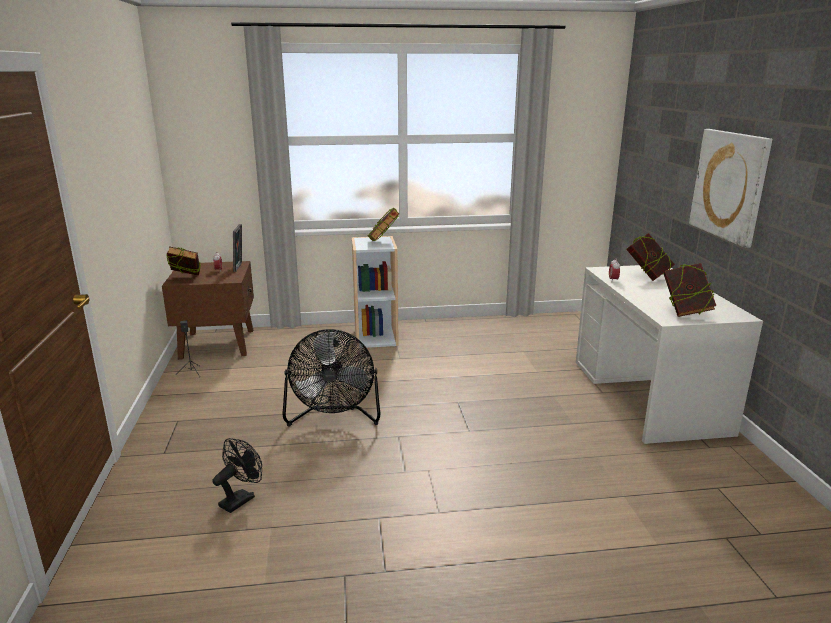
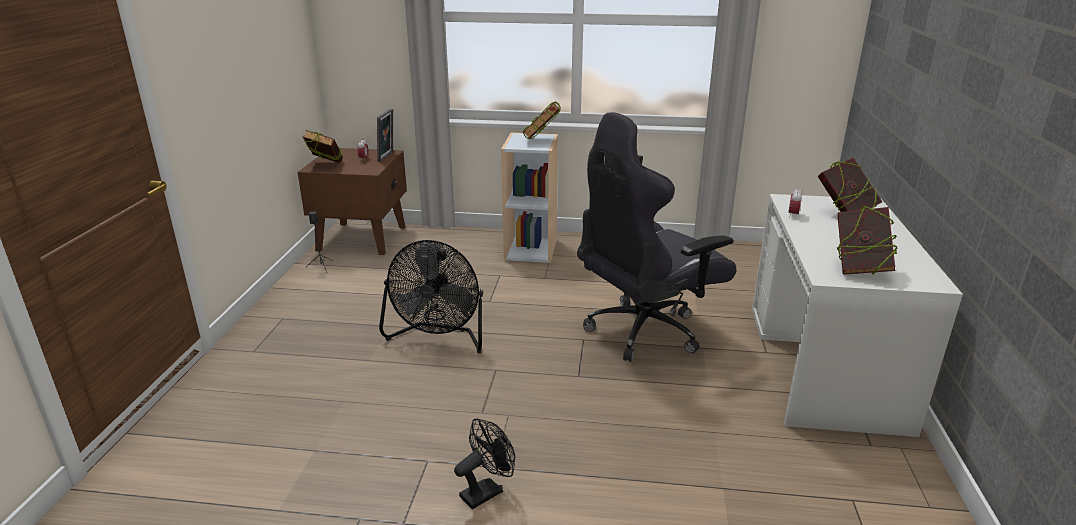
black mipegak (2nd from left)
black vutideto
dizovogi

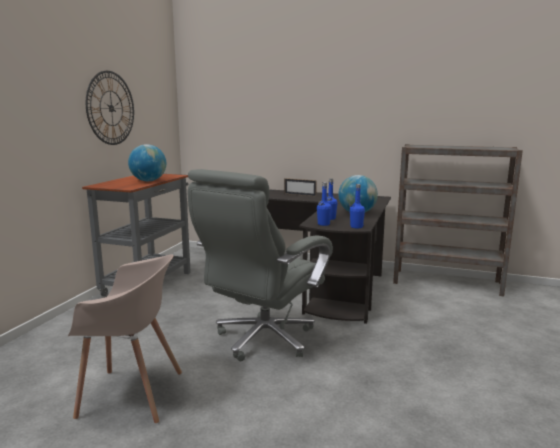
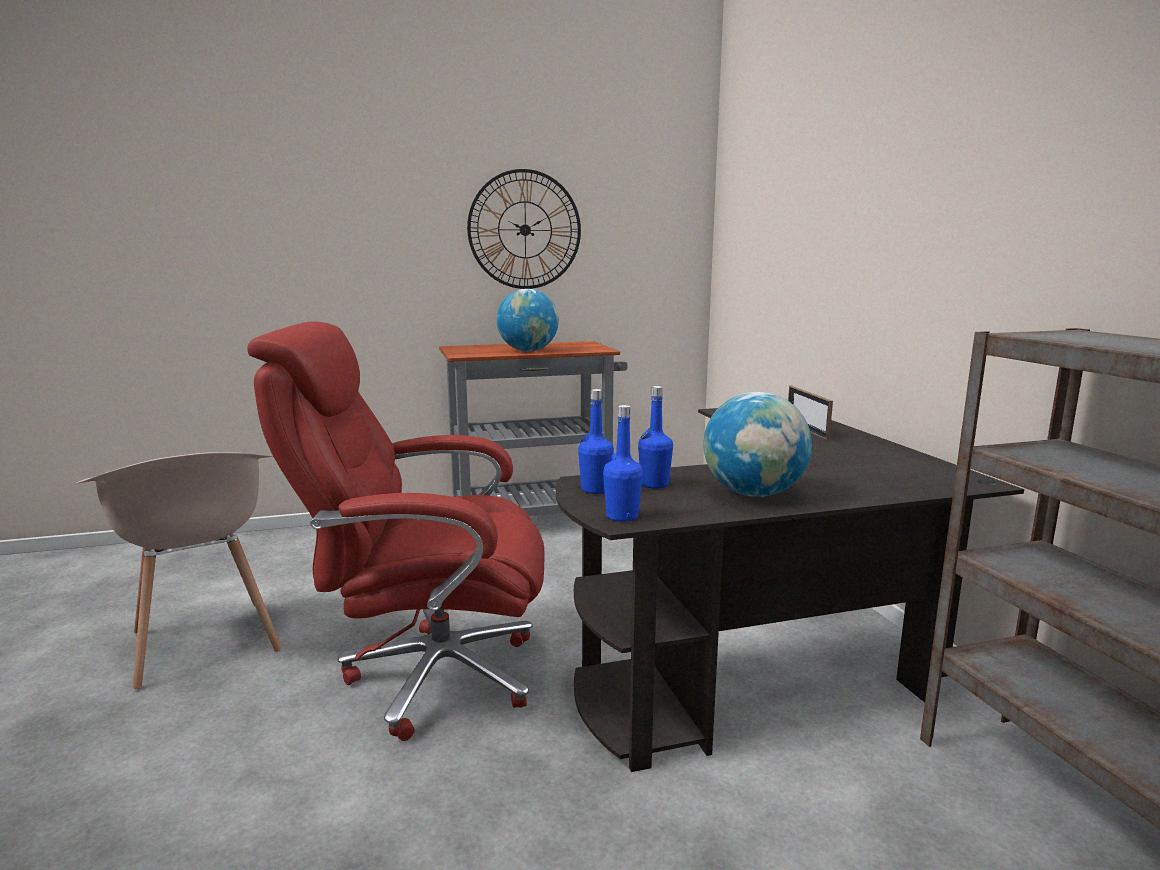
red vutideto

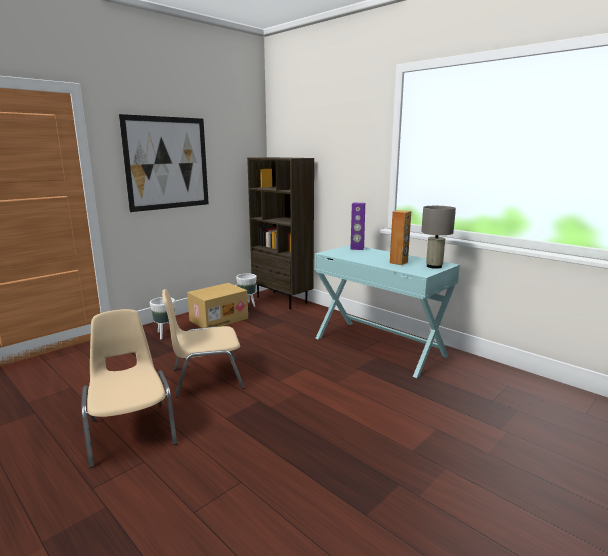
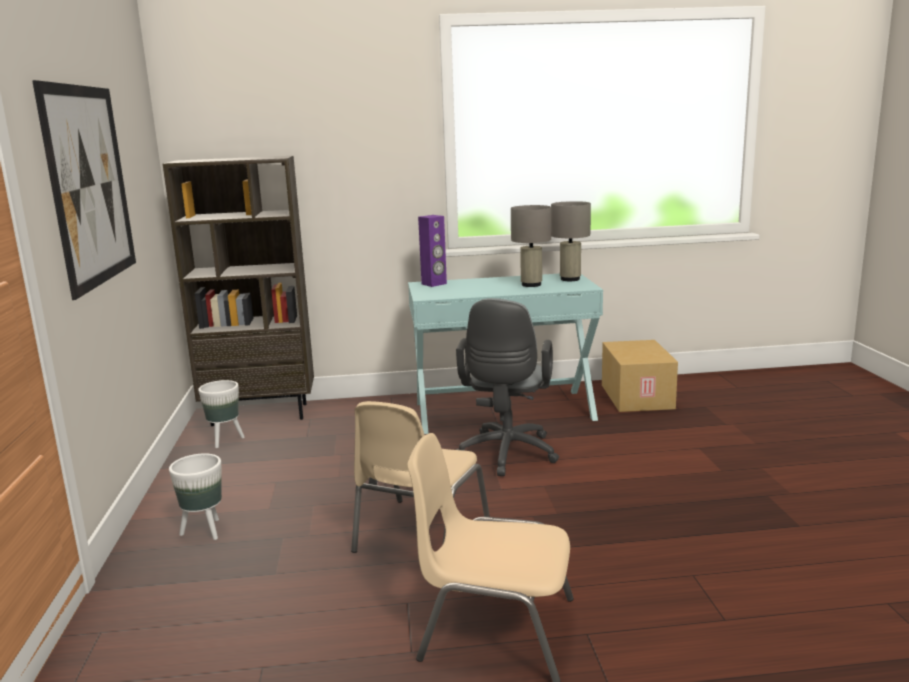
grey vutideto
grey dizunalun (1st from left)
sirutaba

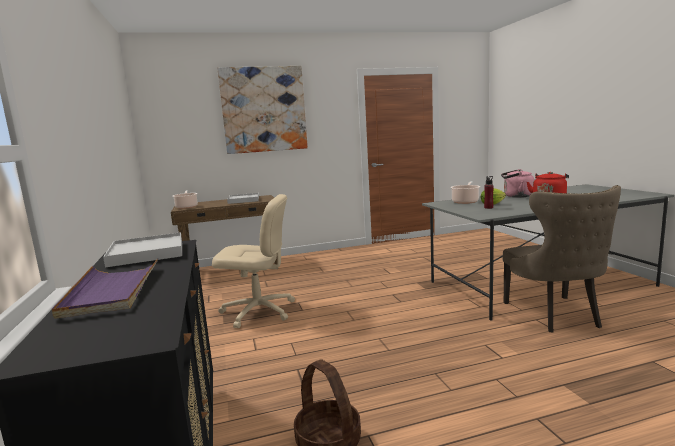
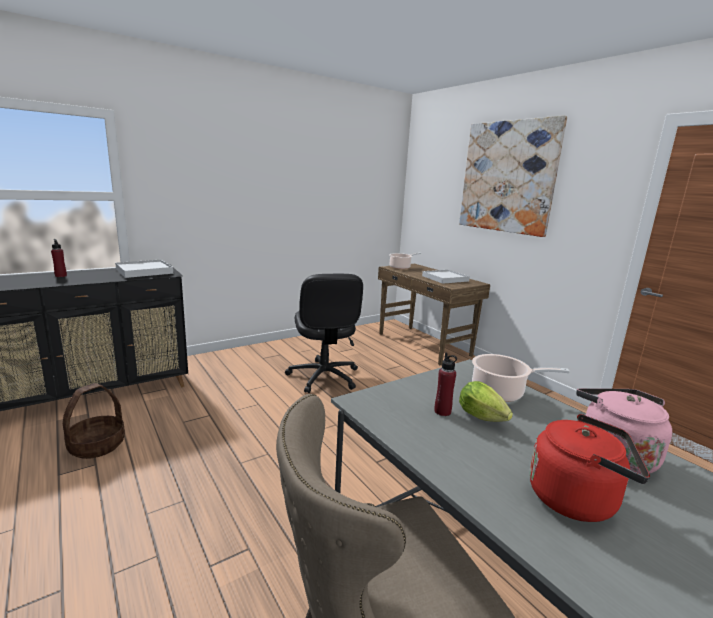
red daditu (1st from left)
black vutideto

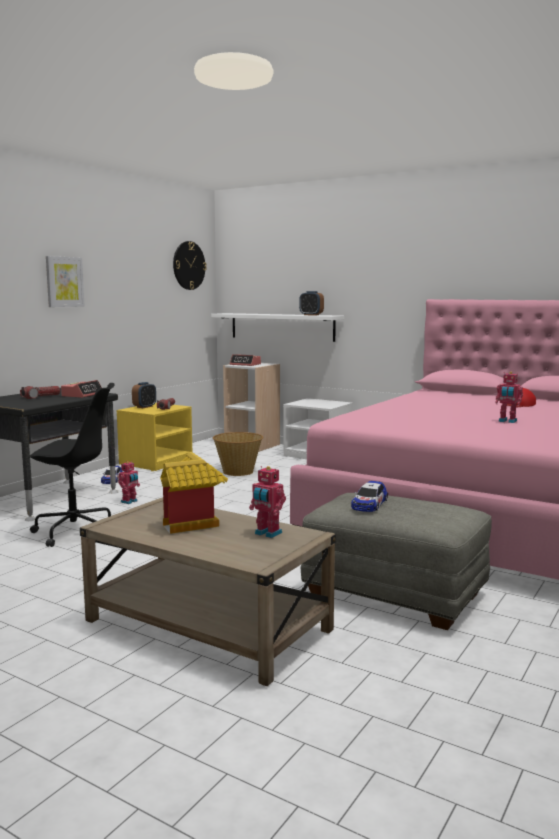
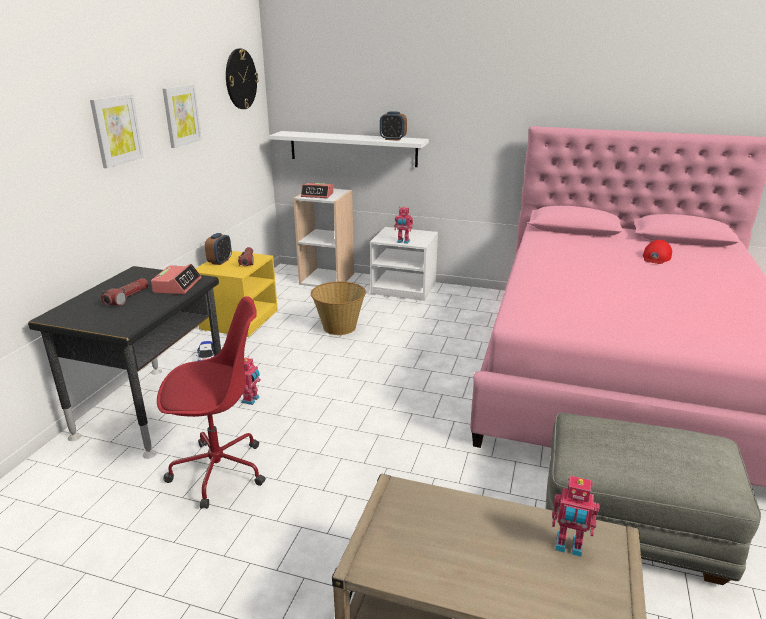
red vutideto
dizovogi (2nd from left)
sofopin (2nd from left)
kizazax
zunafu (2nd from left in the first image)

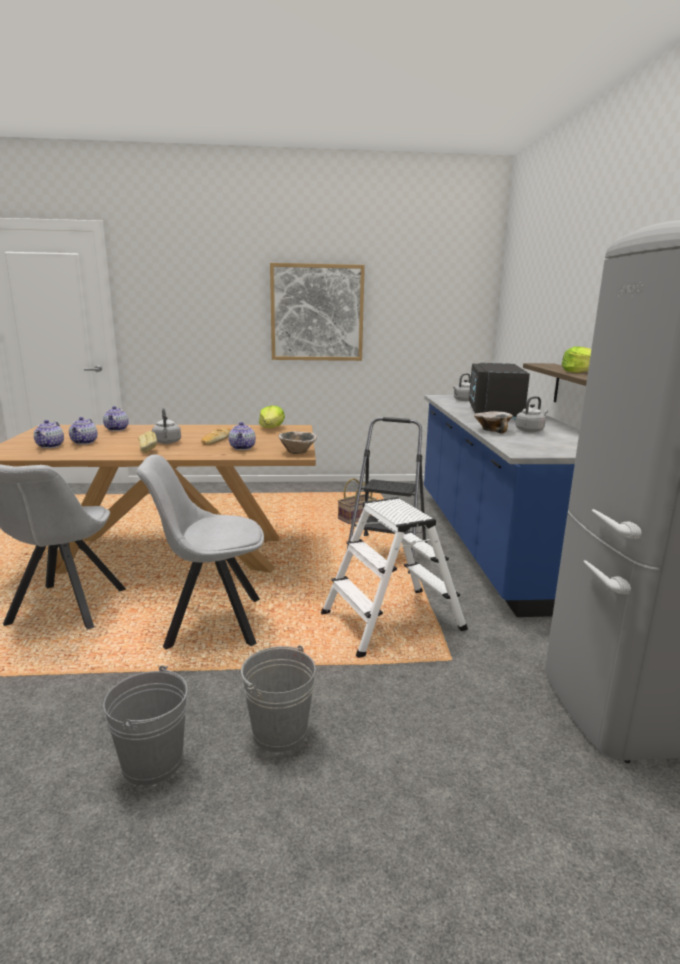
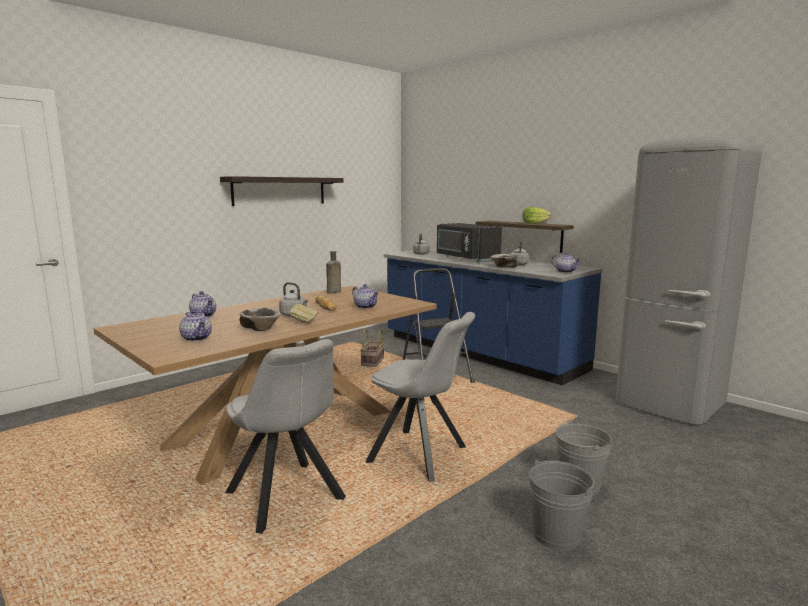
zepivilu (1st from left)
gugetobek (1st from left)
brown daditu
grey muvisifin (2nd from left)
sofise (4th from left)
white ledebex

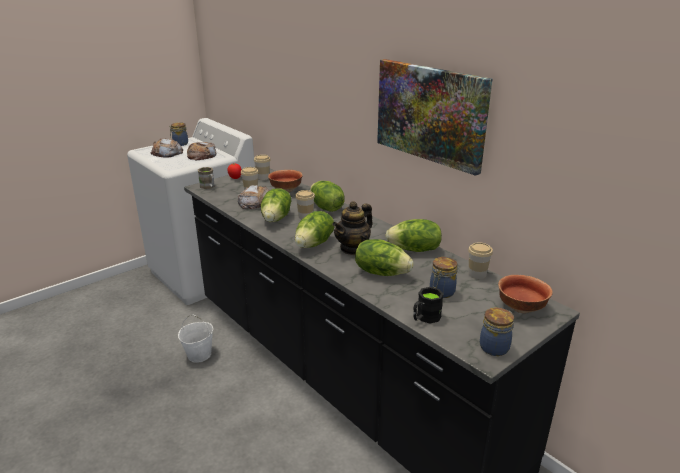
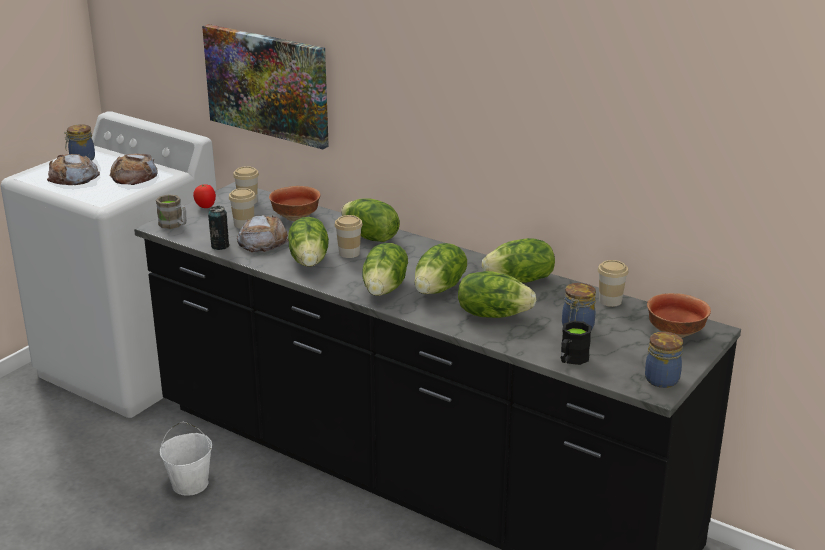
dizovogi
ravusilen
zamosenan (4th from left)

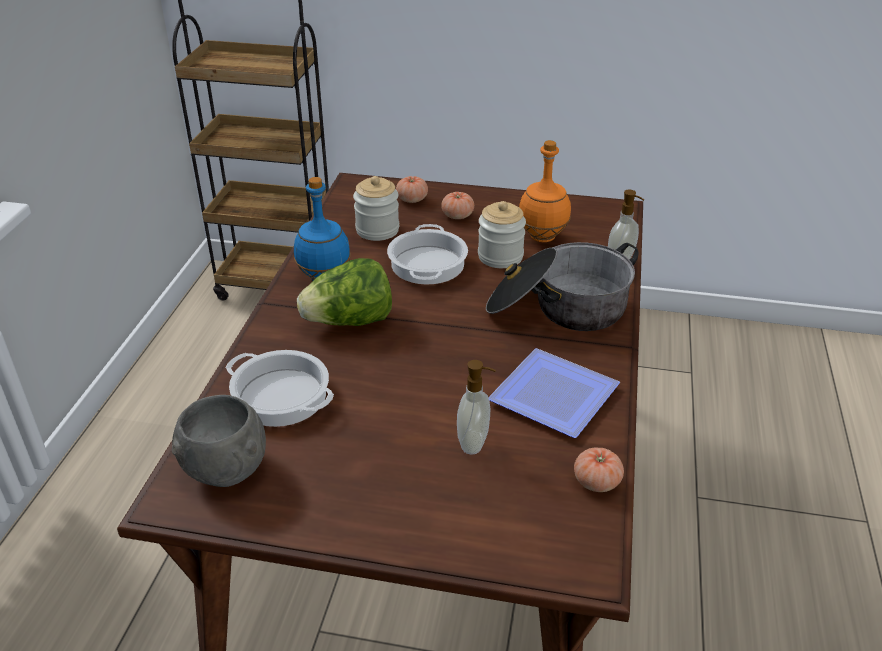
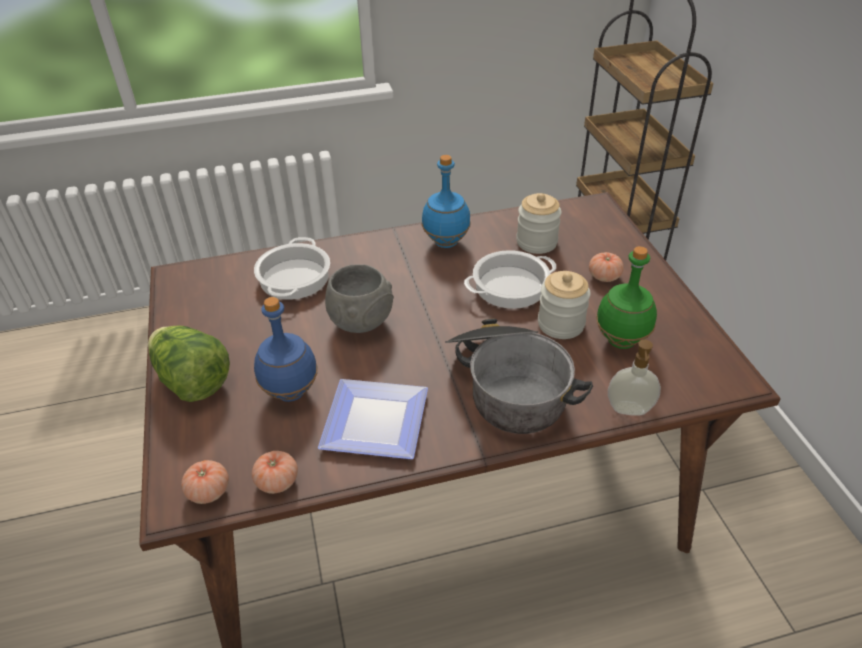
zamosenan
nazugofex (1st from left)
blue daditu (1st from left)
grey gugetobek
green daditu

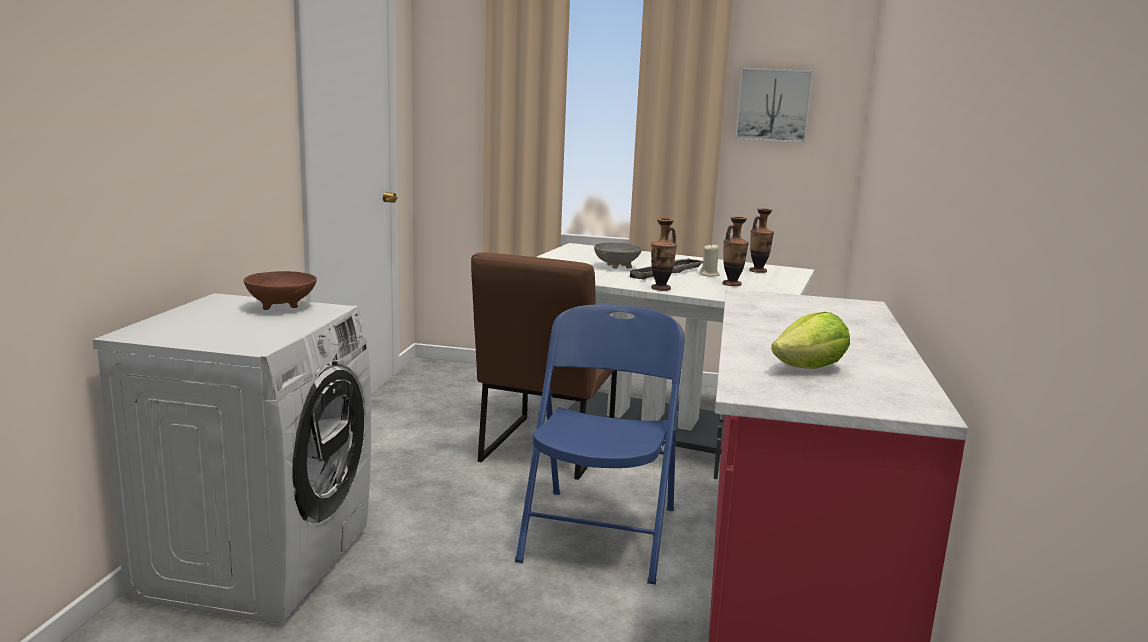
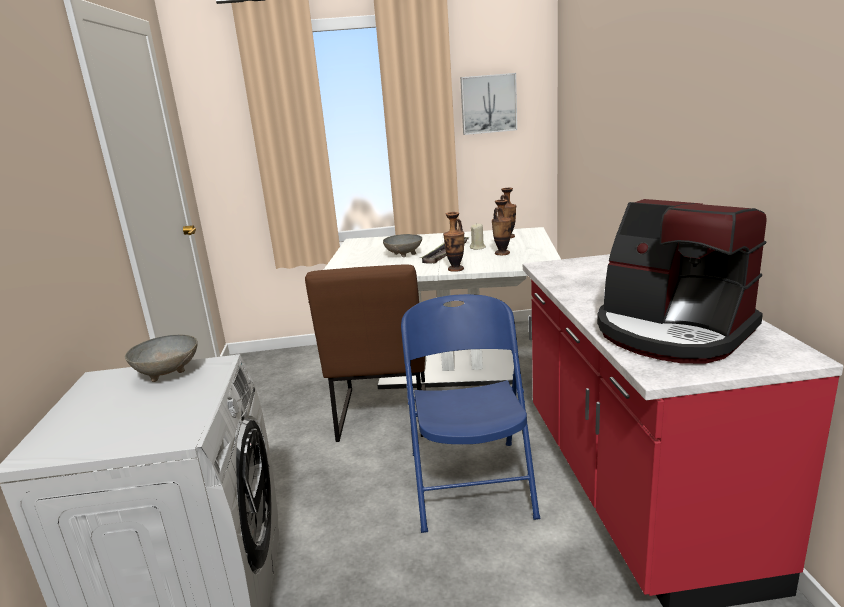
grey gugetobek (1st from left)
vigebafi

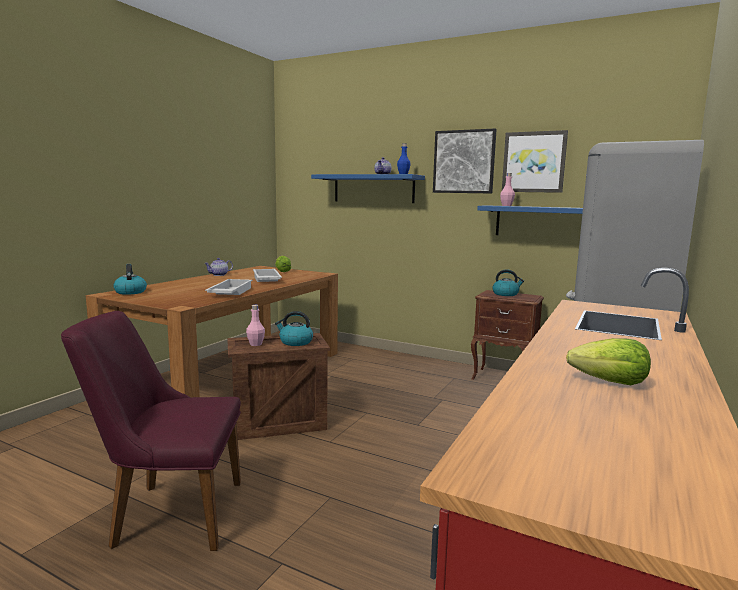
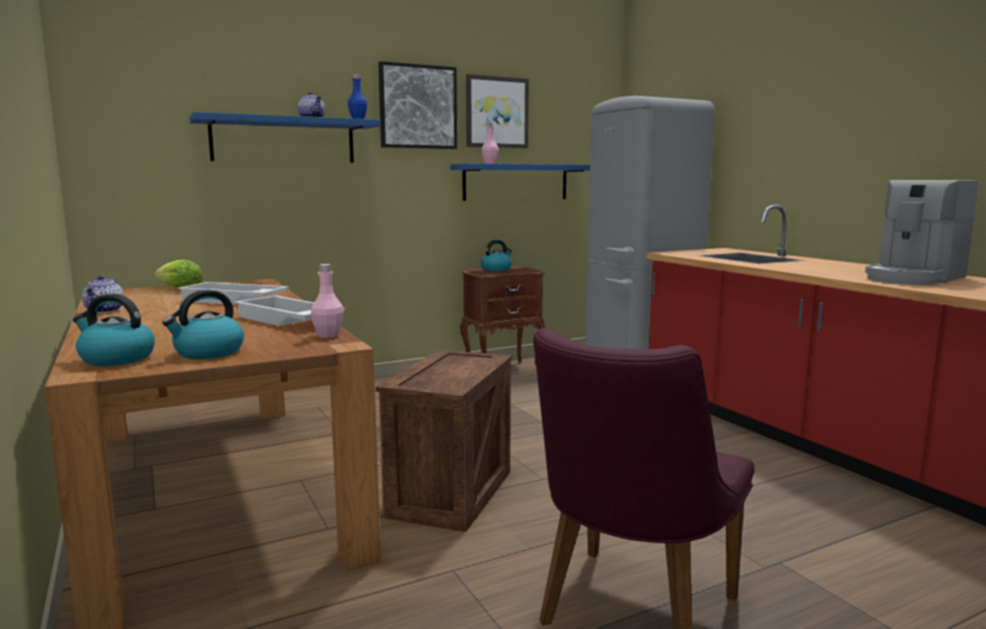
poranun (2nd from left)
pink daditu (1st from left)
vigebafi

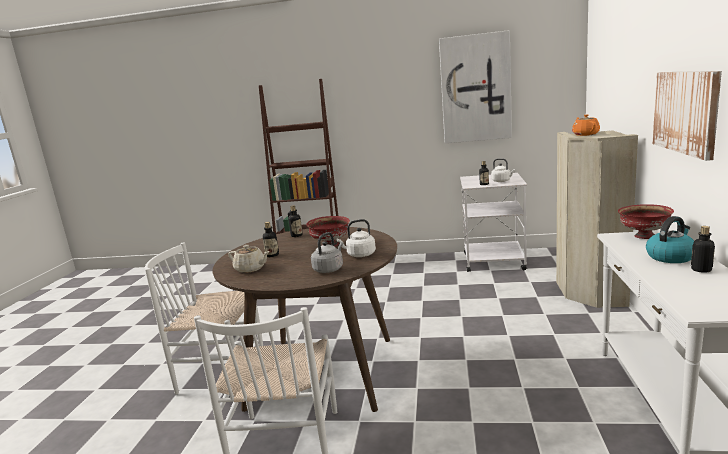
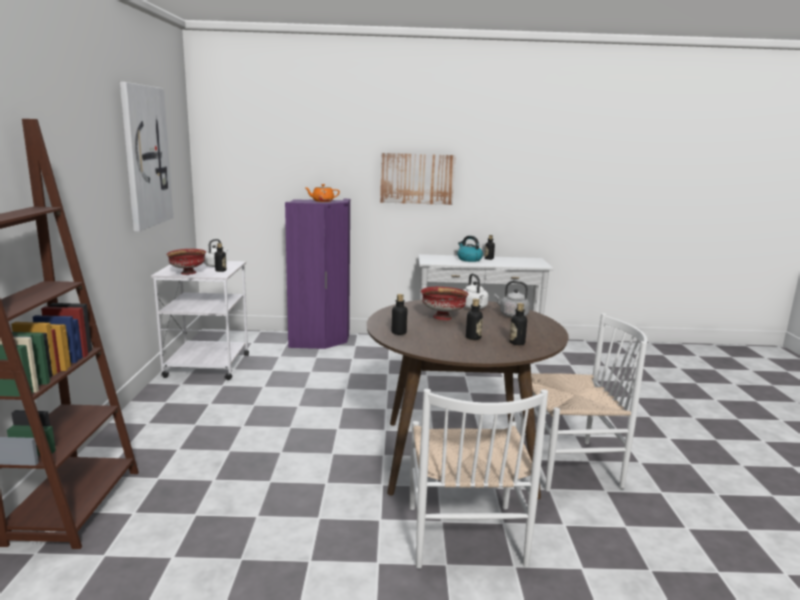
red gugetobek (1st from left)
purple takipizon
daditu (5th from left)

